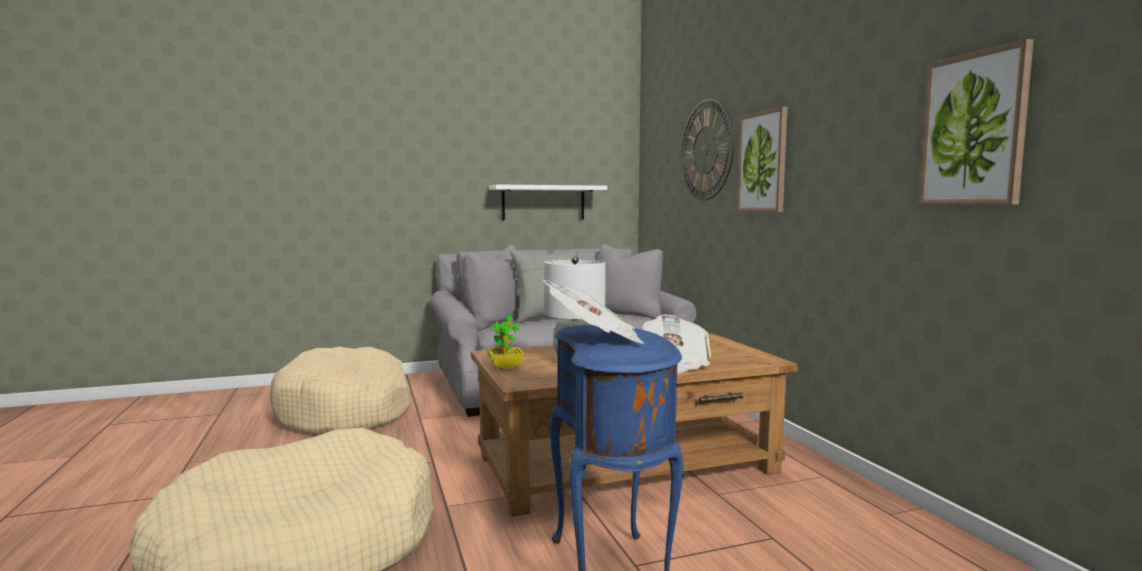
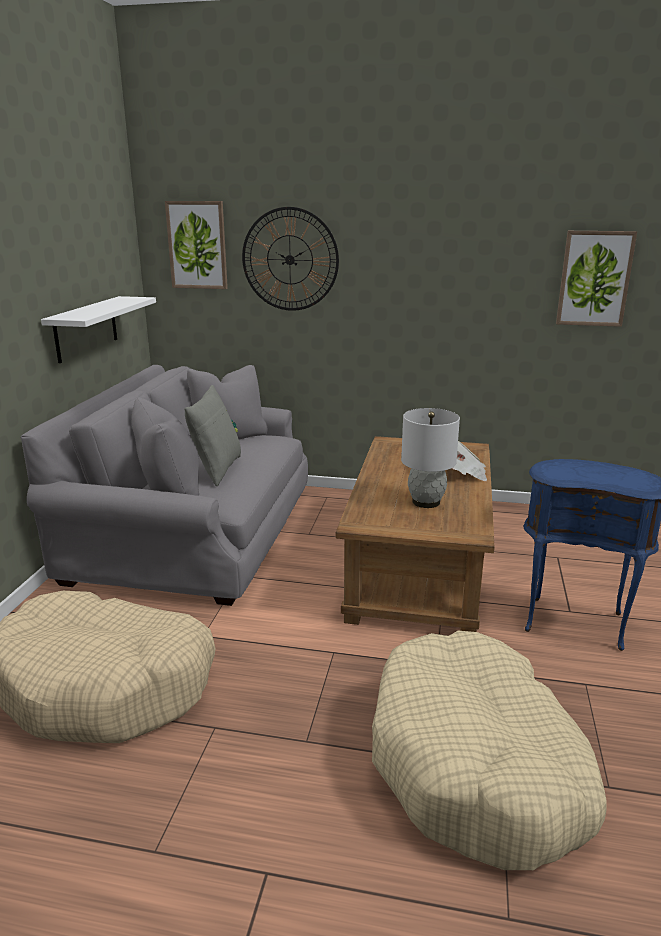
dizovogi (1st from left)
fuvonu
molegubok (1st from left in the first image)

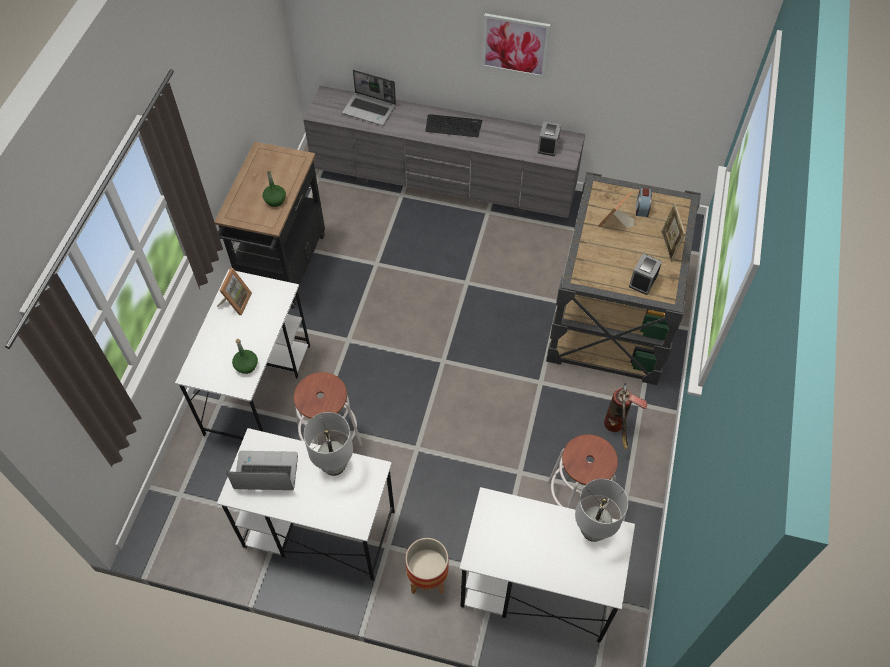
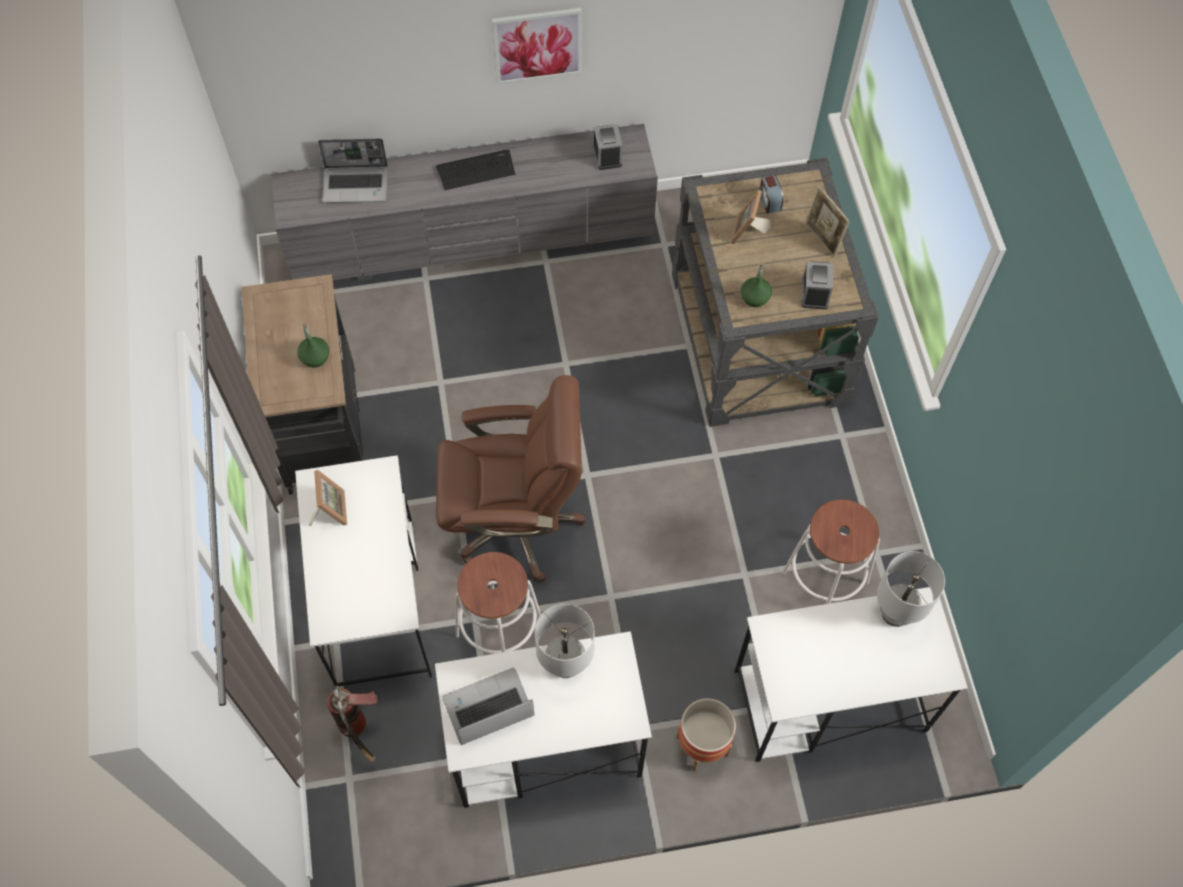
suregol
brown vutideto
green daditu (2nd from left)

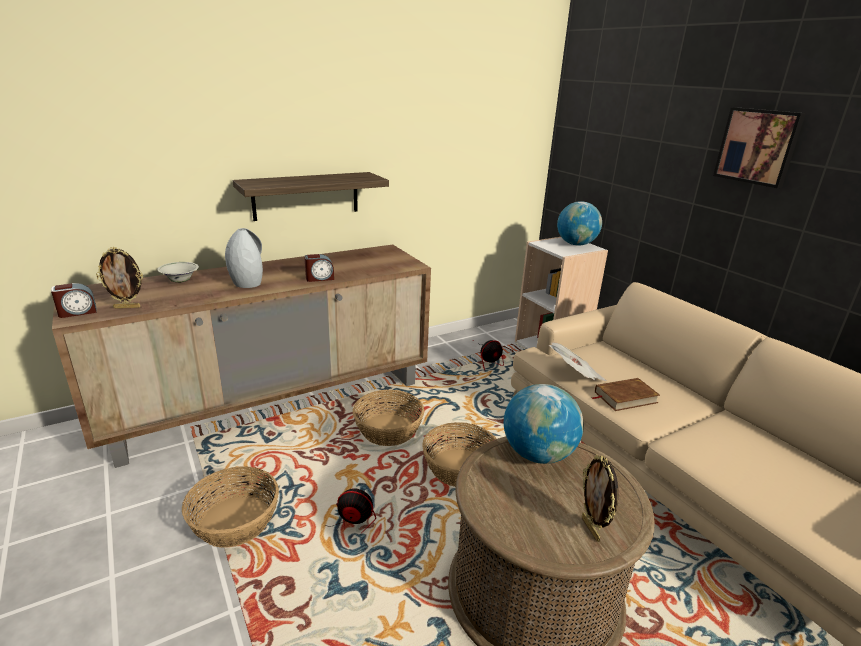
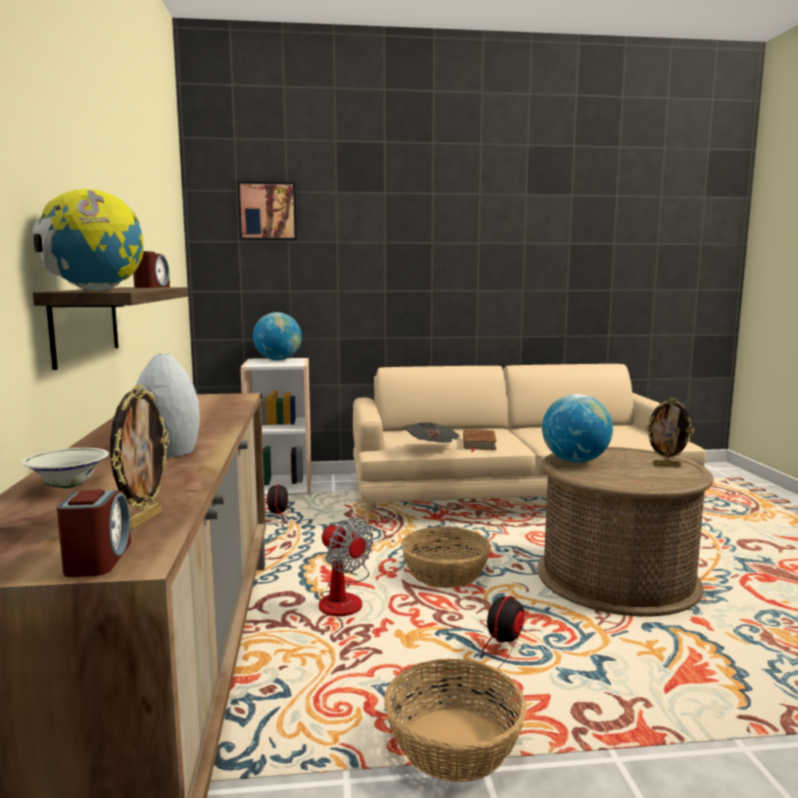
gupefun (1st from left)
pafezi (2nd from left)
dizovogi
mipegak (2nd from left)

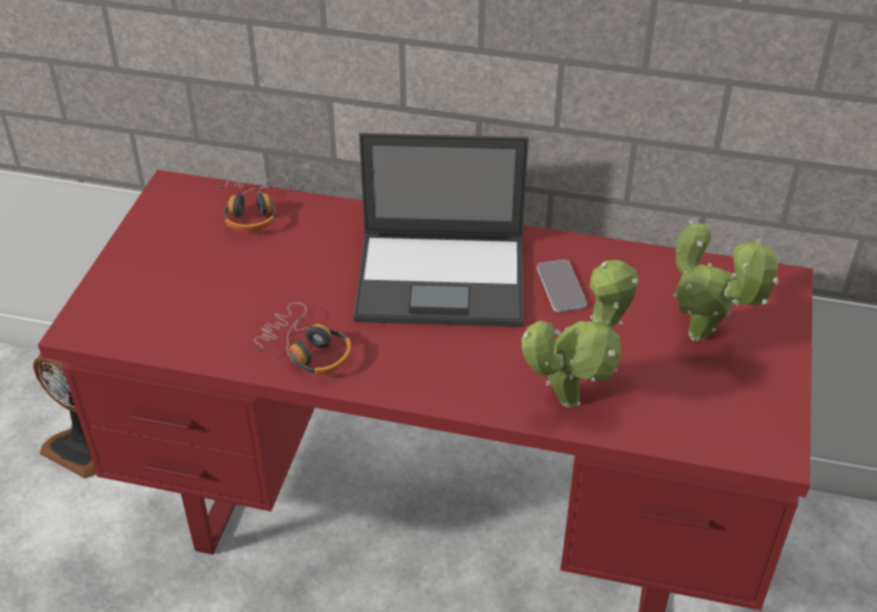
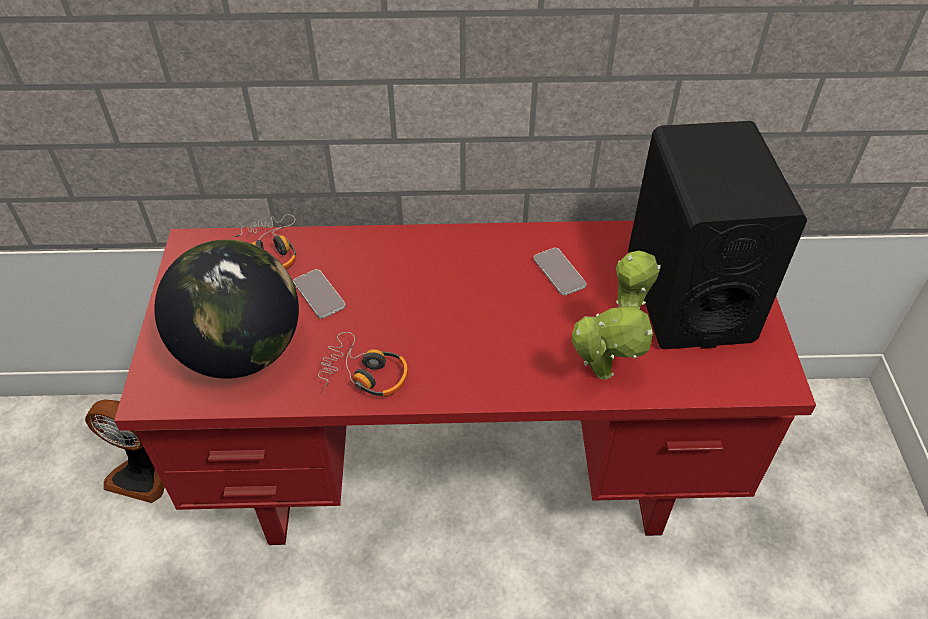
gupefun
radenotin (1st from left)
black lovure
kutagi

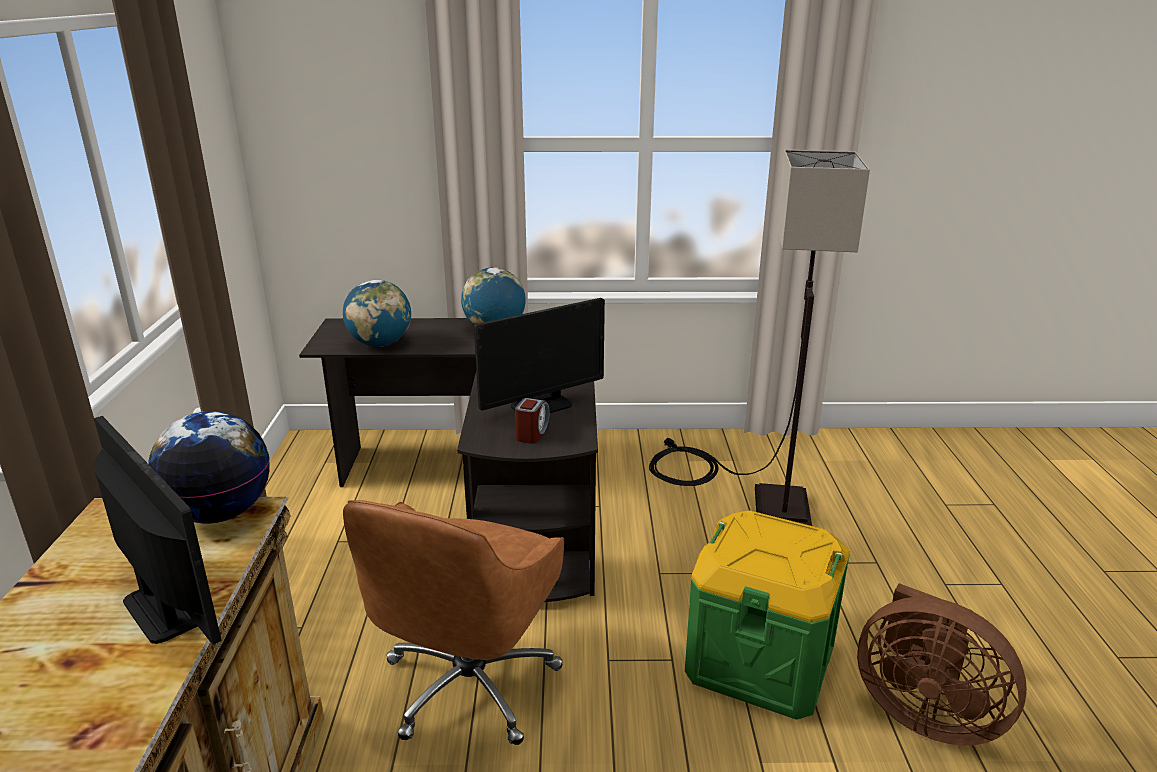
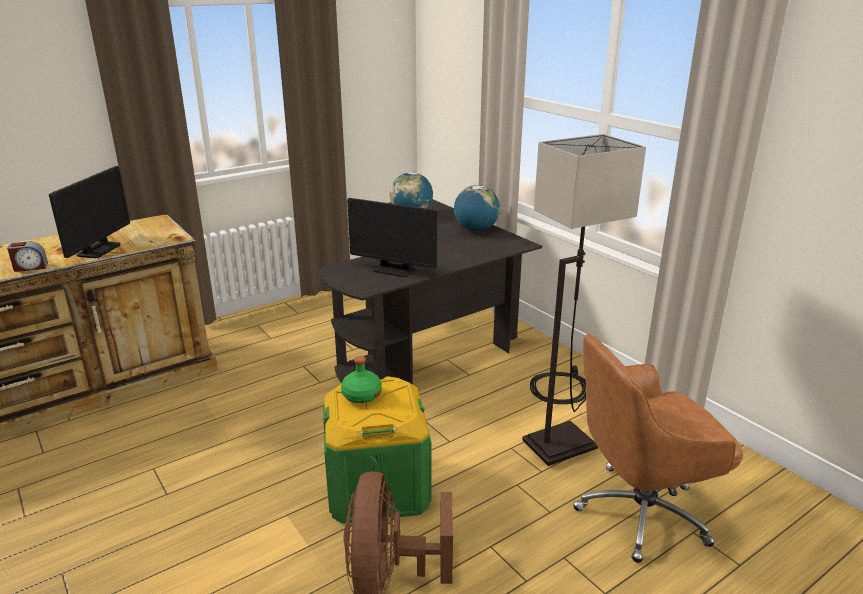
pafezi
green daditu
brown vutideto
gupefun (1st from left in the first image)

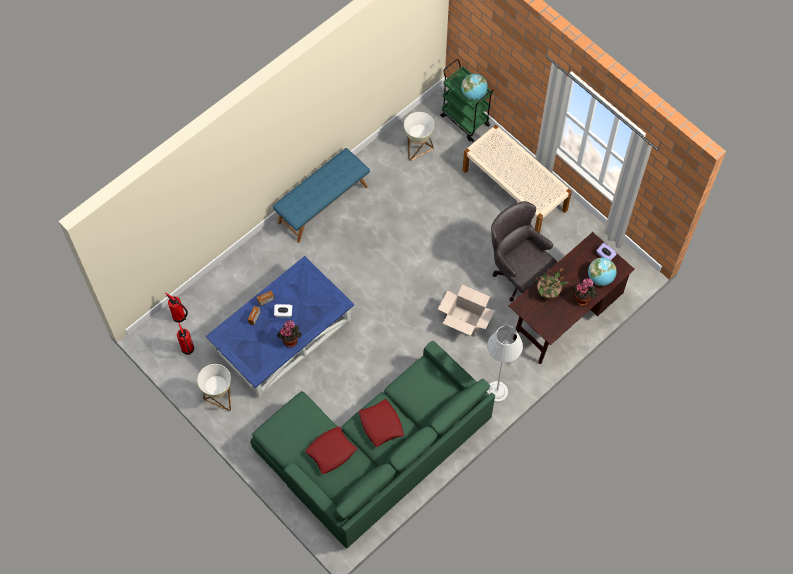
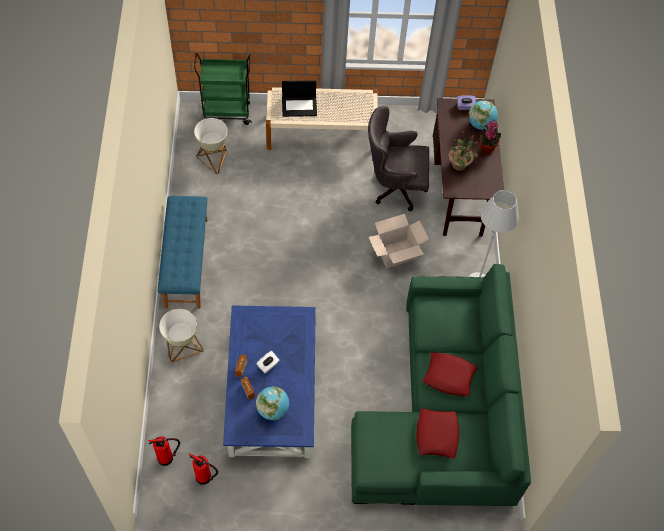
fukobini (1st from left)
gupefun (1st from left)
kutagi
fuvonu (1st from left in the first image)

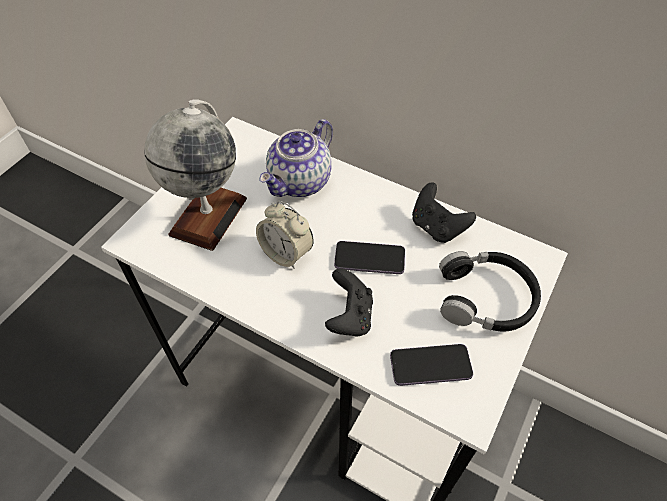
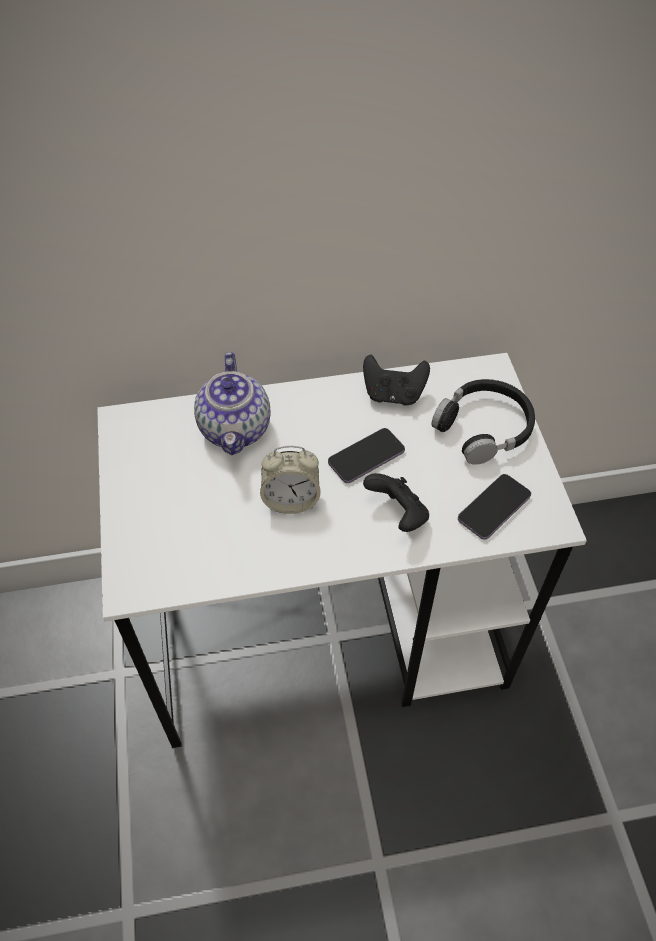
gupefun

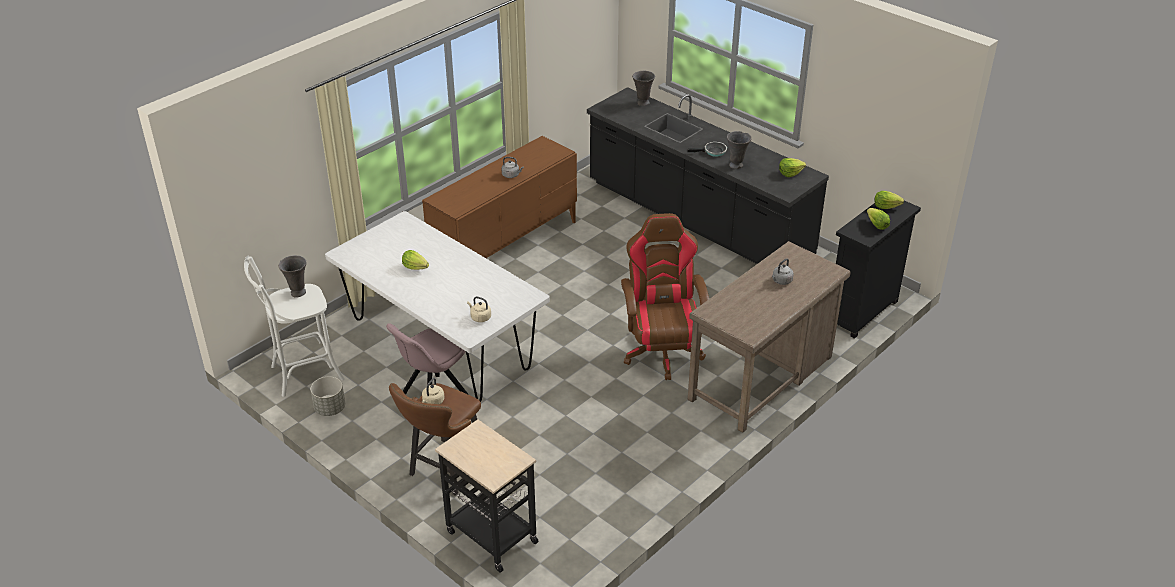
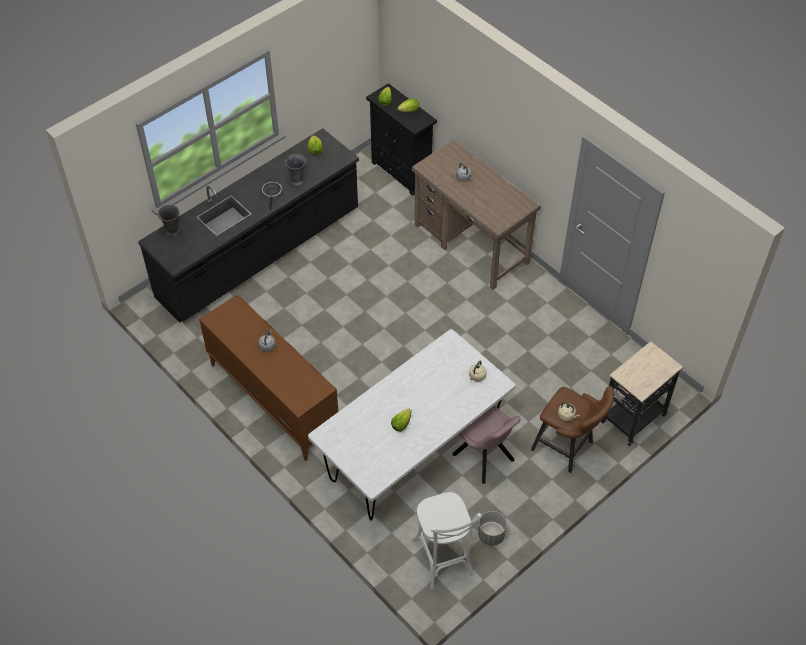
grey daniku (1st from left in the first image)
brown vutideto

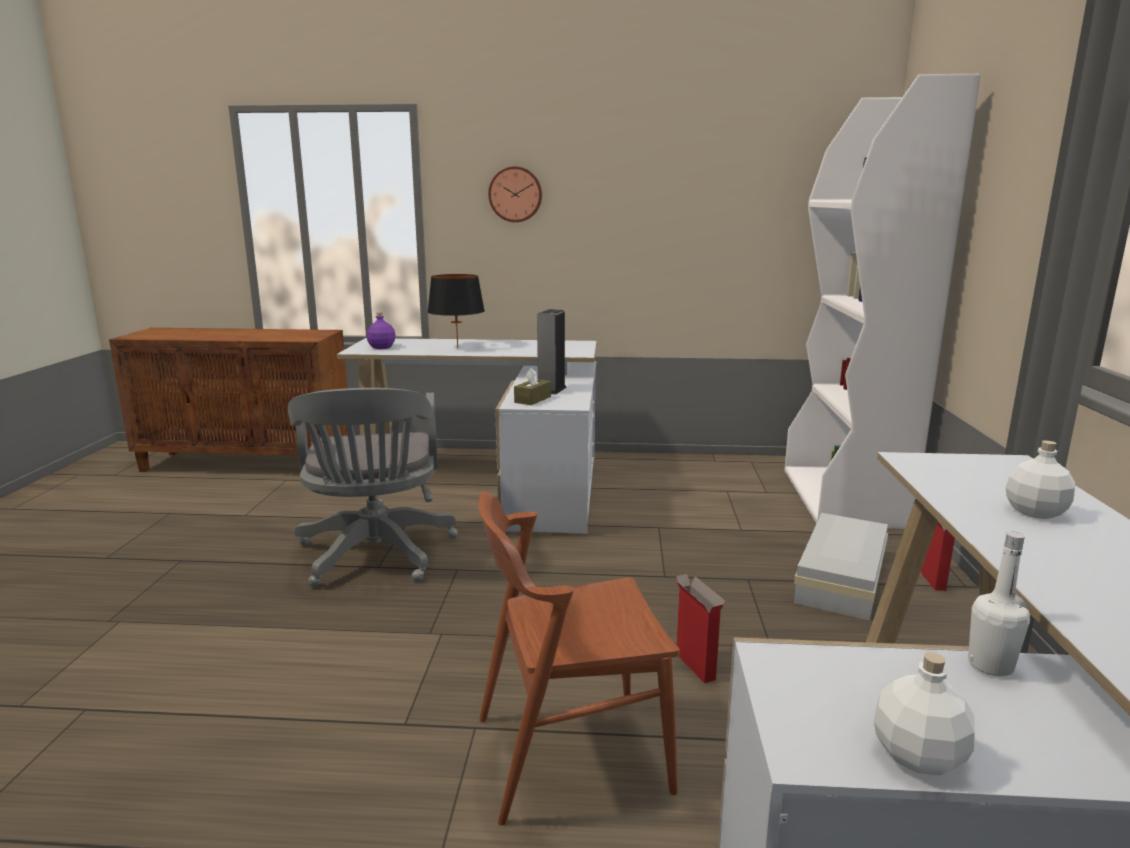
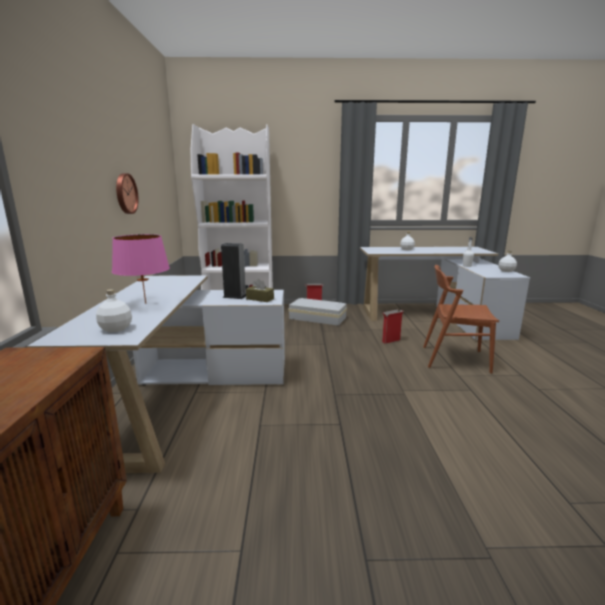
white daditu (1st from left)
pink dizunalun
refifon
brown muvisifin
grey vutideto

